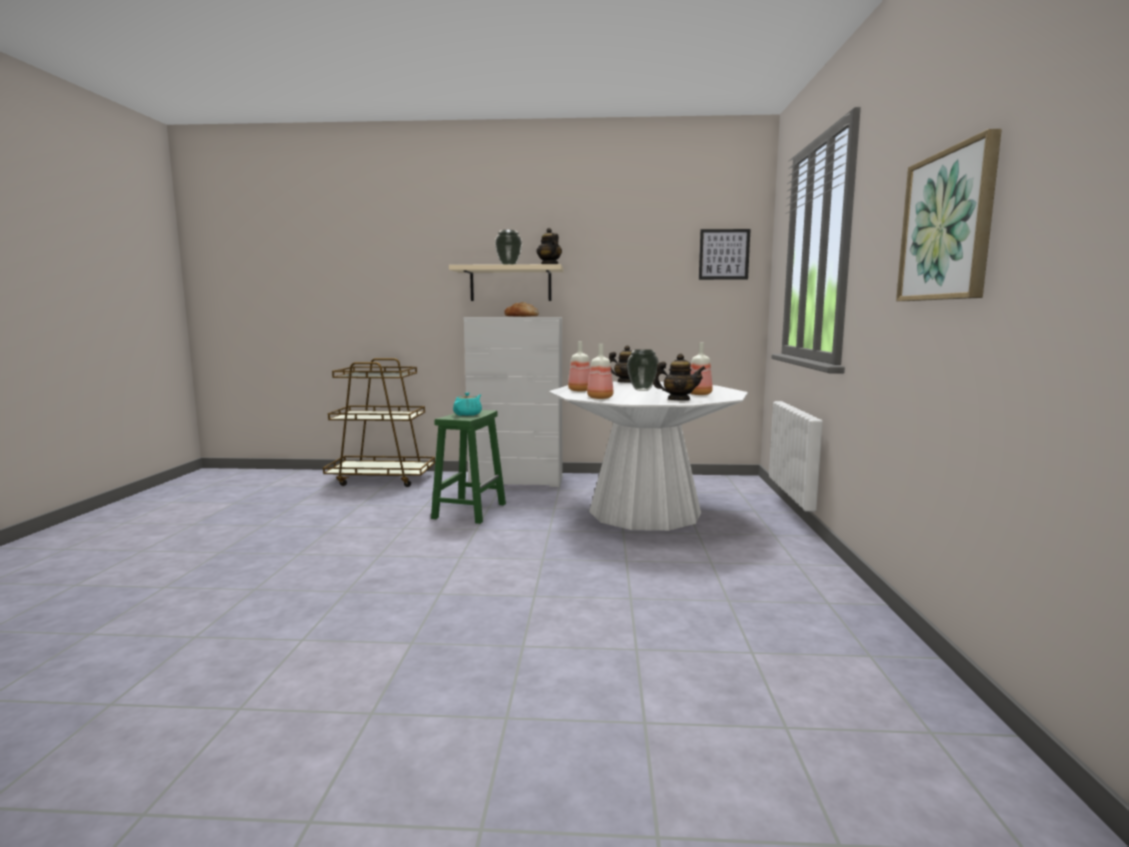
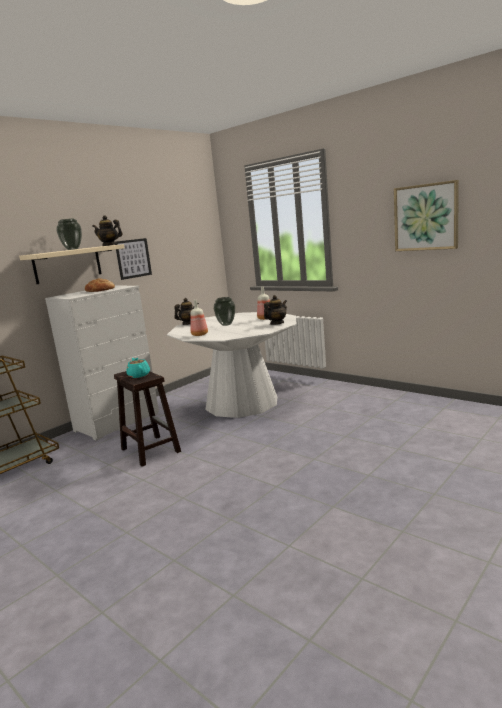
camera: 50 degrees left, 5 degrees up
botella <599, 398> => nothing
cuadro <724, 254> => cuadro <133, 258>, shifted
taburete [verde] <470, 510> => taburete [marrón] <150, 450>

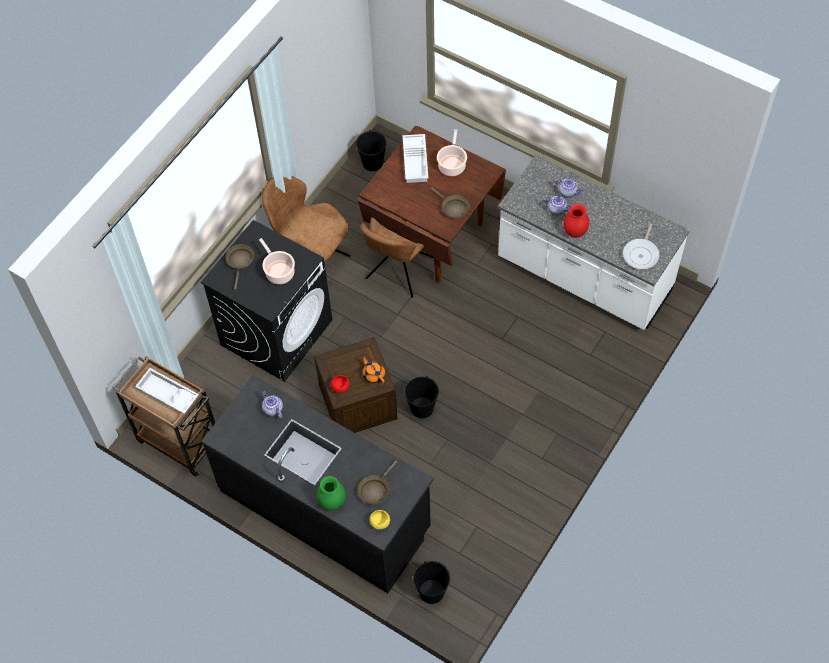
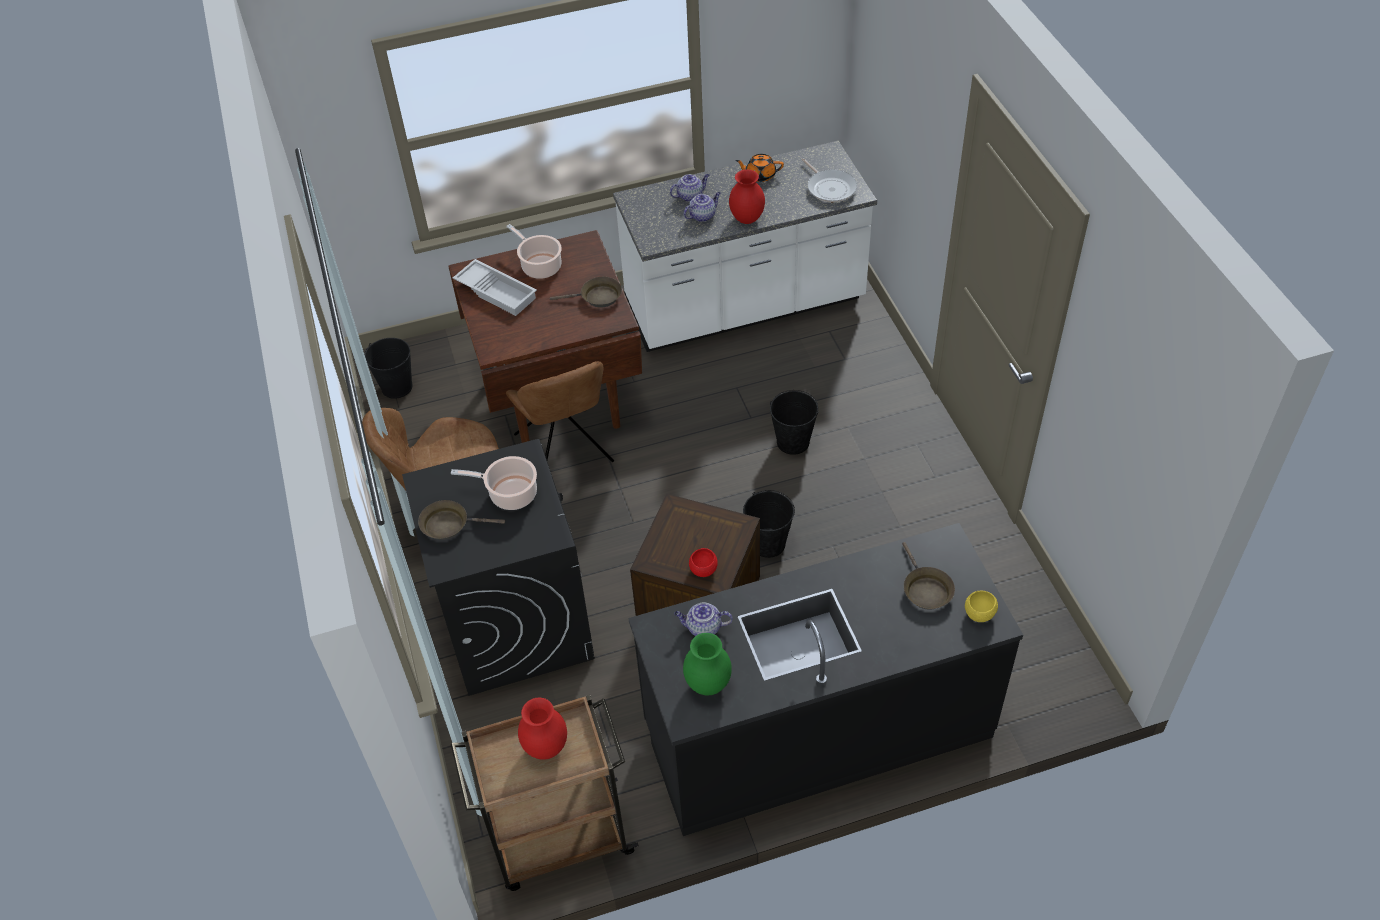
camera: 50 degrees left, 10 degrees down
florero [verde] <332, 502> => florero [verde] <707, 685>, shifted
tetera [naranja] <373, 374> => tetera [naranja] <760, 175>, shifted
cubo [negro] <431, 592> => cubo [negro] <793, 442>, shifted
bandeja [blanco] <167, 394> => florero [rojo] <545, 748>
sartén [marrón] <240, 262> => sartén [marrón] <449, 525>, 45 degrees counterclockwise

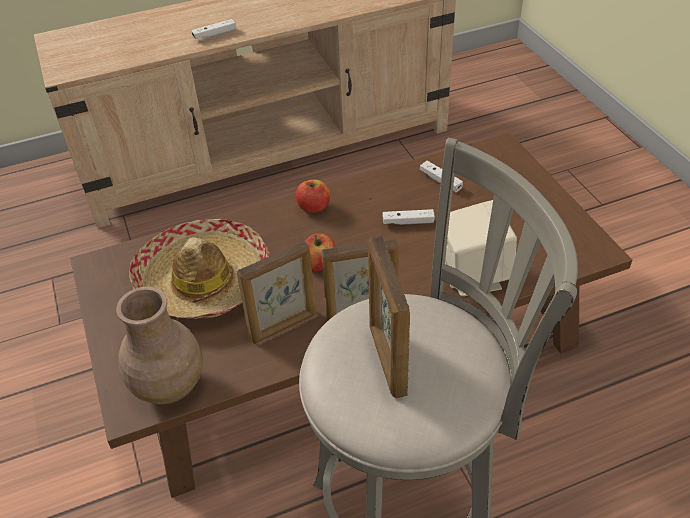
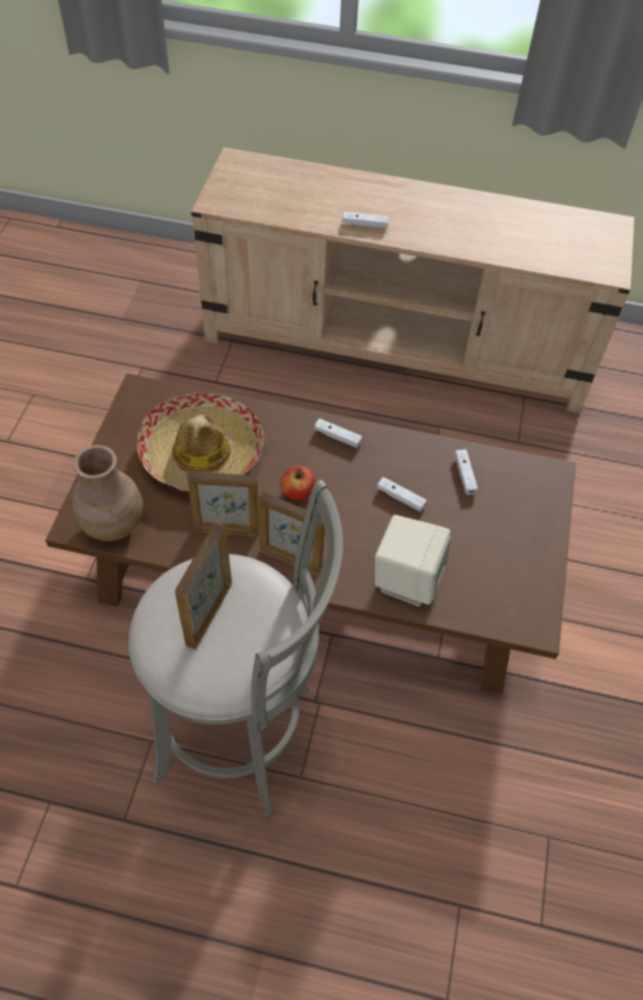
camera: 30 degrees right, 10 degrees up
manzana <314, 207> => mando de consola [blanco] <337, 437>

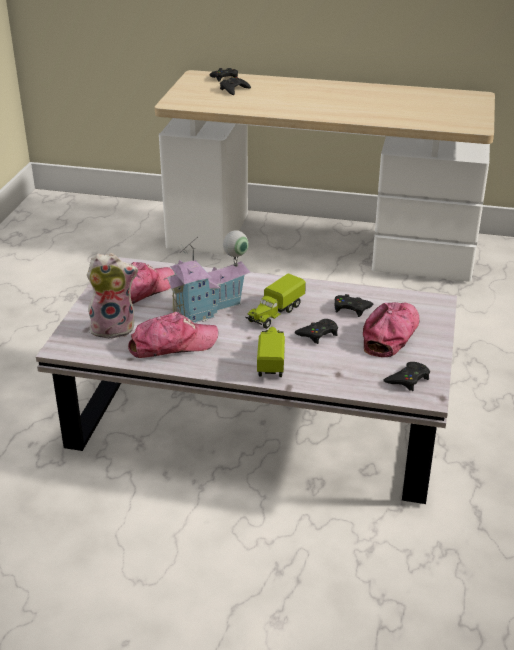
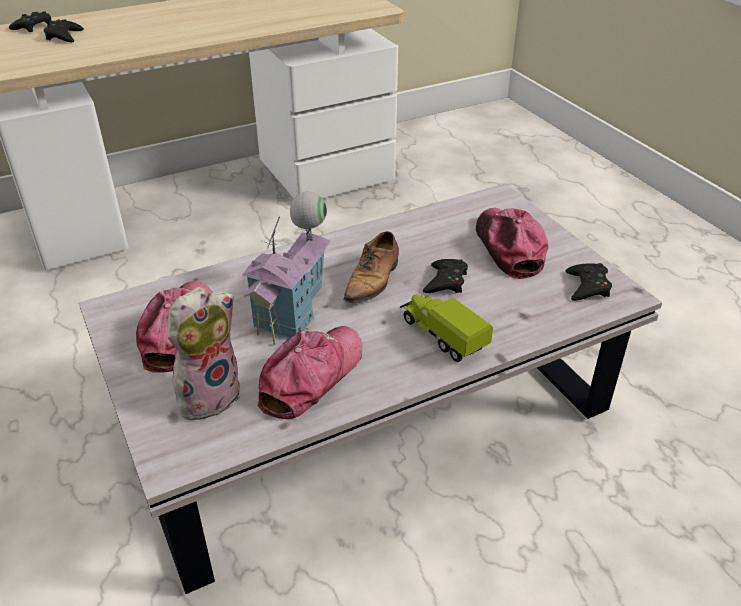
camera: 40 degrees left, 5 degrees up
mando de consola [negro] <351, 308> => nothing
camión de juguete <275, 313> => zapato <373, 280>

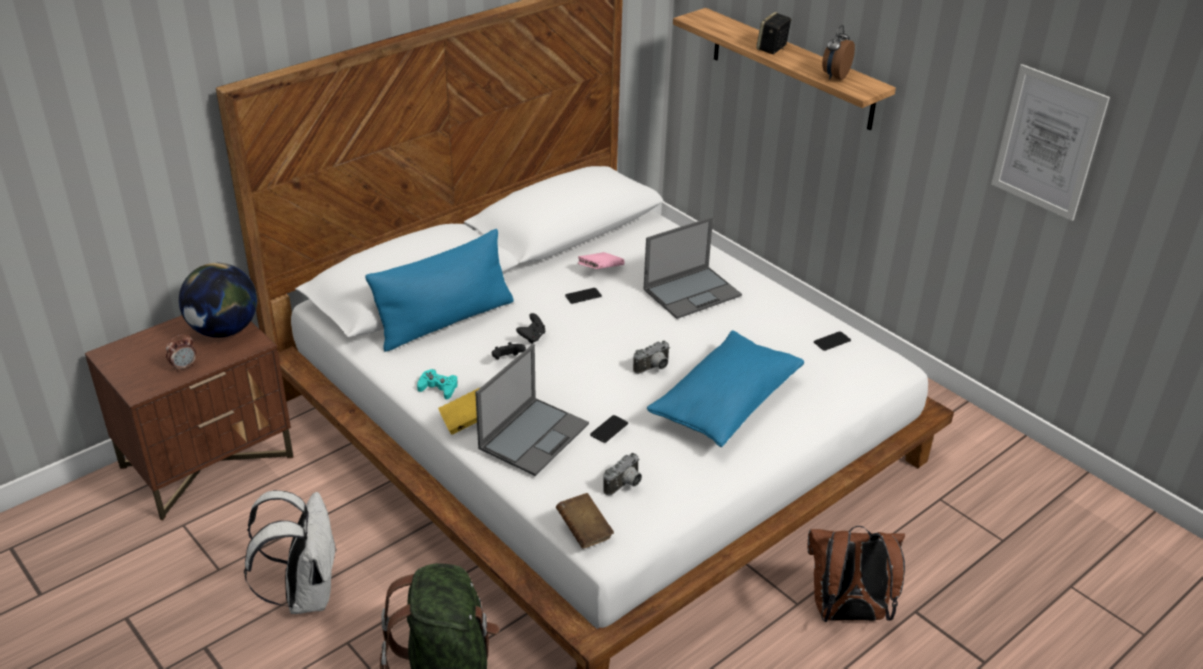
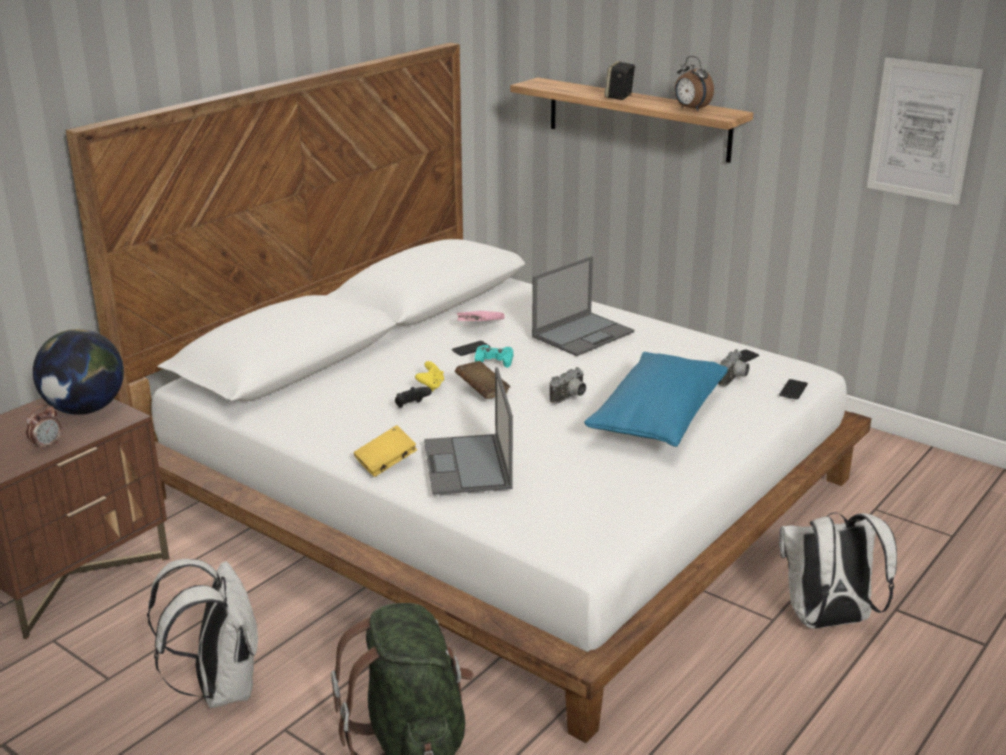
camera: 10 degrees left, 10 degrees down
cojín [azul] <445, 321> => nothing
mando de consola [turquesa] <438, 388> => mando de consola [turquesa] <494, 361>, shifted
libro [marrón] <584, 531> => libro [marrón] <482, 391>, shifted
móvil <609, 429> => móvil <793, 390>, shifted
cámara <625, 485> => cámara <734, 379>, shifted
mando de consola [negro] <532, 337> => mando de consola [amarillo] <431, 386>
mochila [marrón] <846, 614> => mochila [blanco] <827, 621>
portátil <534, 435> => portátil <467, 465>, 150 degrees clockwise
despertador <834, 76> => despertador <690, 109>, 60 degrees counterclockwise

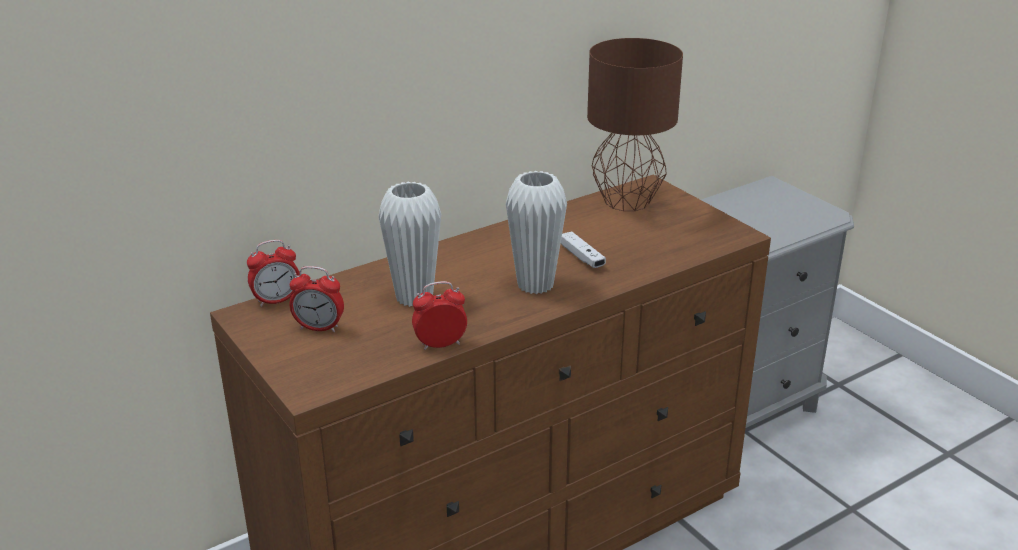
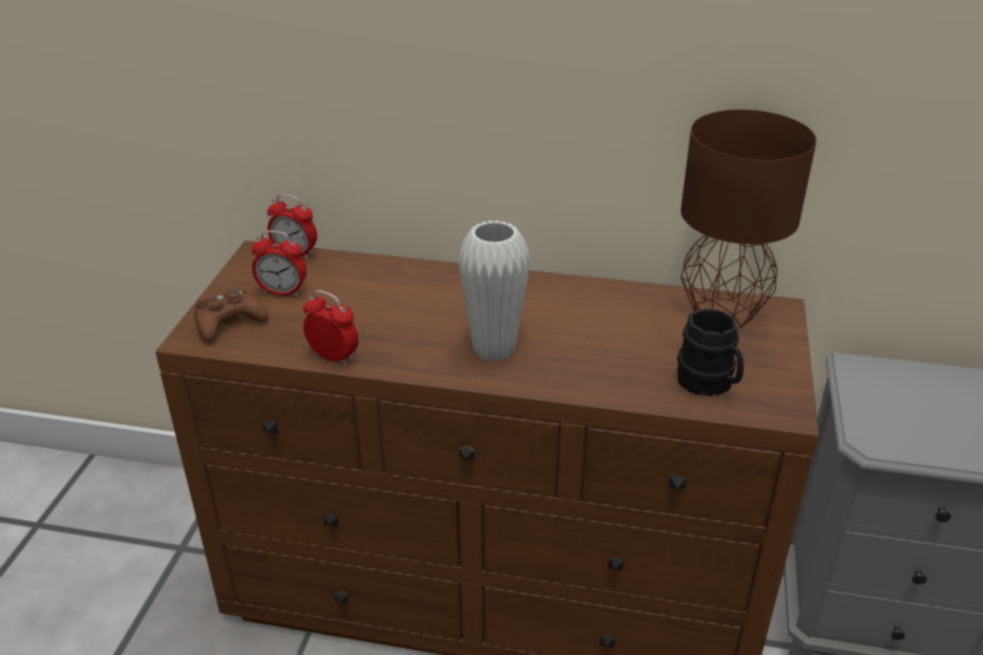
camera: 45 degrees right, 5 degrees up
florero [blanco] <414, 297> => nothing
mando de consola [blanco] <581, 257> => nothing
nothing => mando de consola [marrón] <228, 323>
nothing => taza grande [negro] <709, 384>
despertador <319, 328> => despertador <282, 292>, 45 degrees counterclockwise

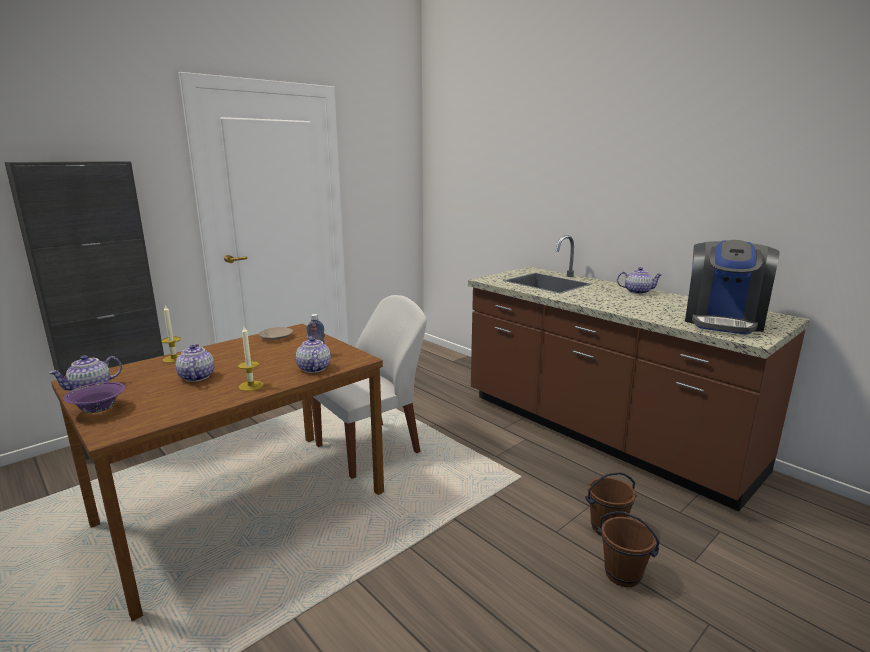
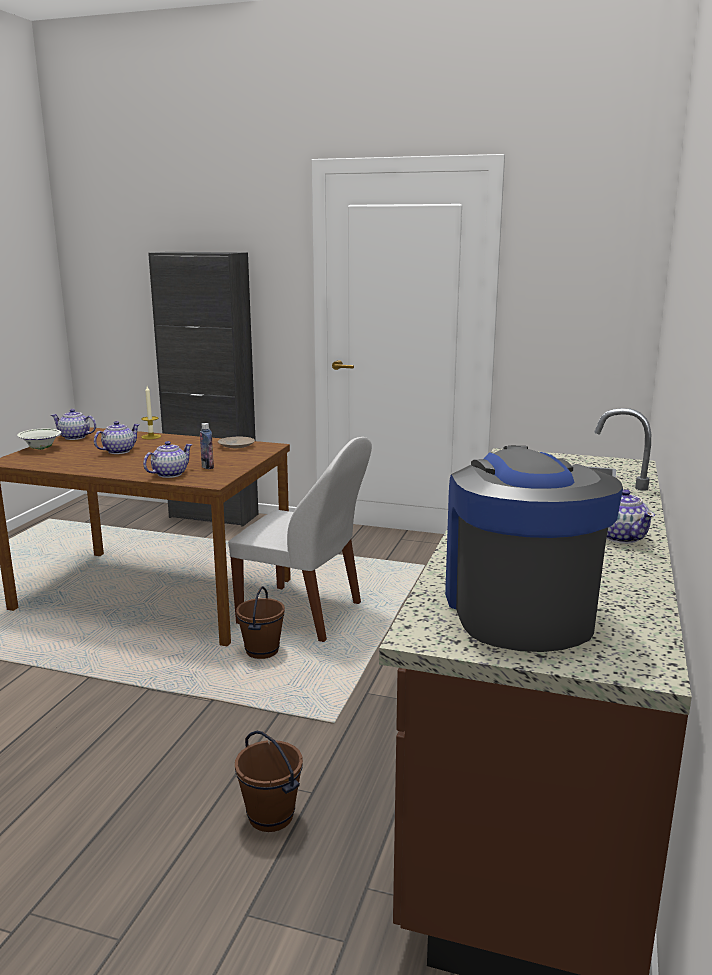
camera: 60 degrees right, 0 degrees up
vela <251, 386> => nothing
cubo [marrón] <622, 575> => cubo [marrón] <261, 651>, shifted
cuenco [morado] <98, 410> => cuenco [blanco] <41, 448>
cafetera <723, 321> => cafetera <518, 609>, 90 degrees clockwise

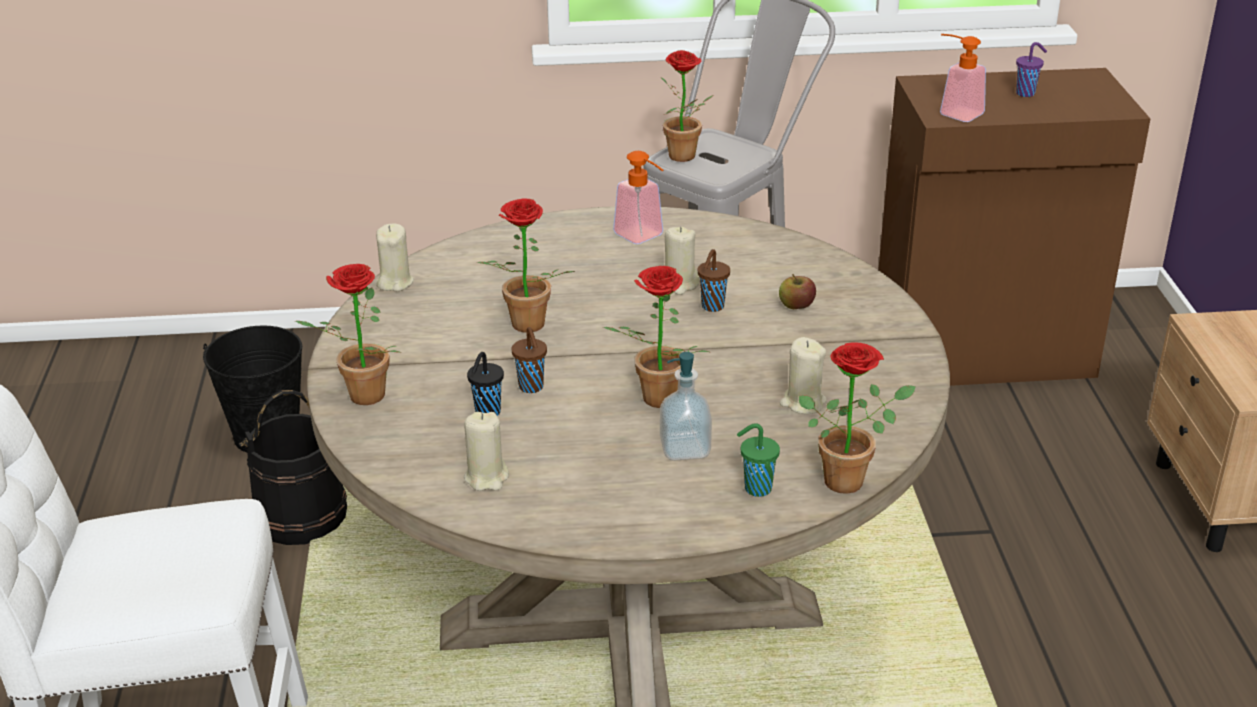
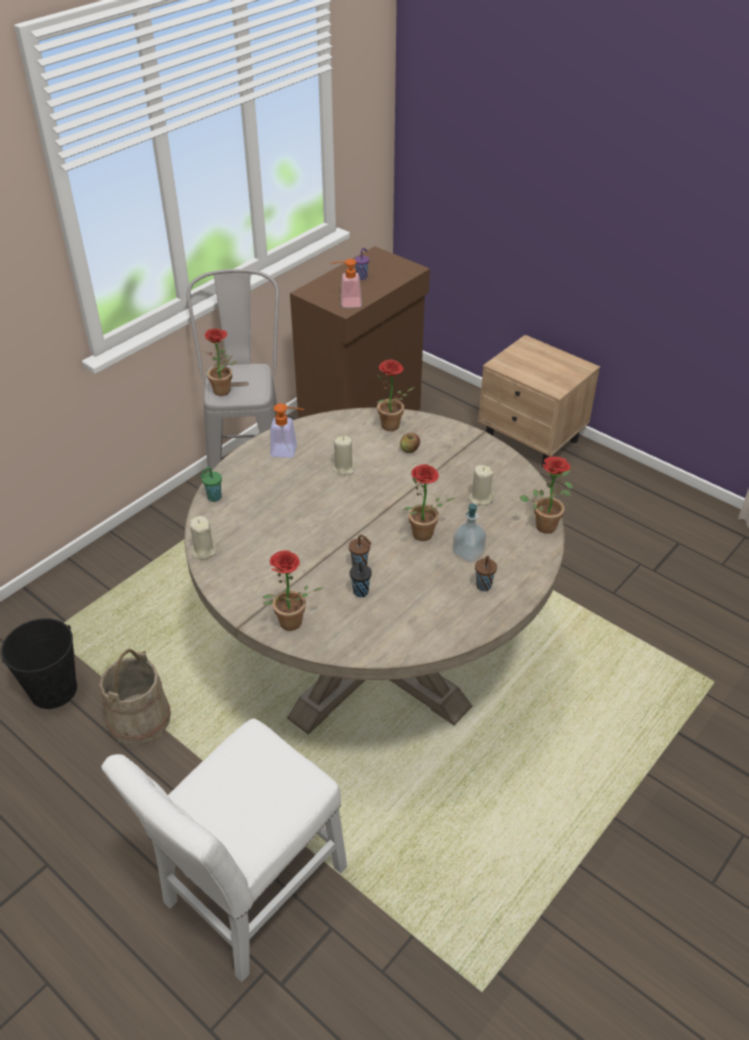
camera: 45 degrees left, 10 degrees up
vela [beis] <487, 477> => nothing
planta en maceta <524, 327> => planta en maceta <391, 428>, shifted
taza [marrón] <712, 307> => taza [marrón] <484, 587>, shifted
taza [verde] <756, 488> => taza [verde] <213, 498>, shifted
cubo [negro] <301, 516> => cubo [beis] <140, 720>

